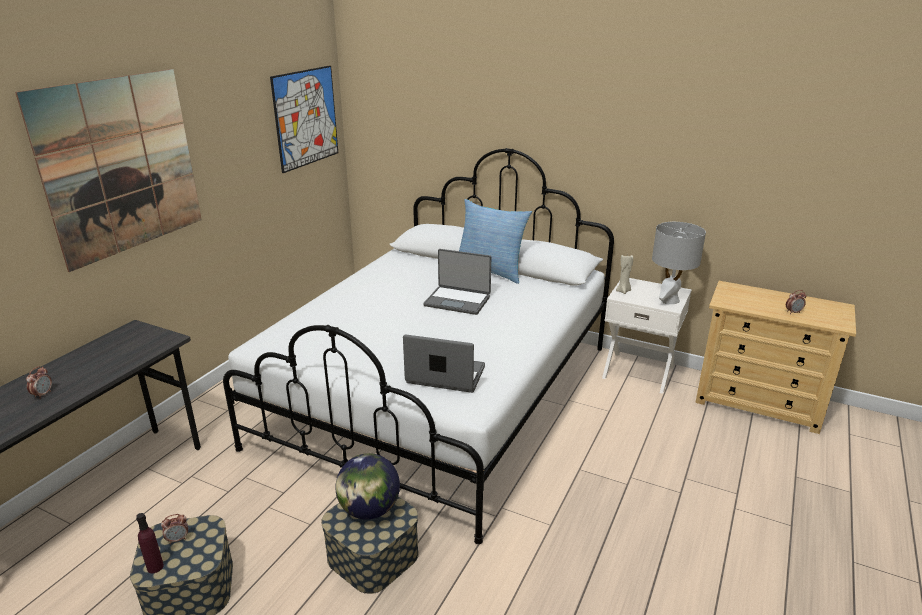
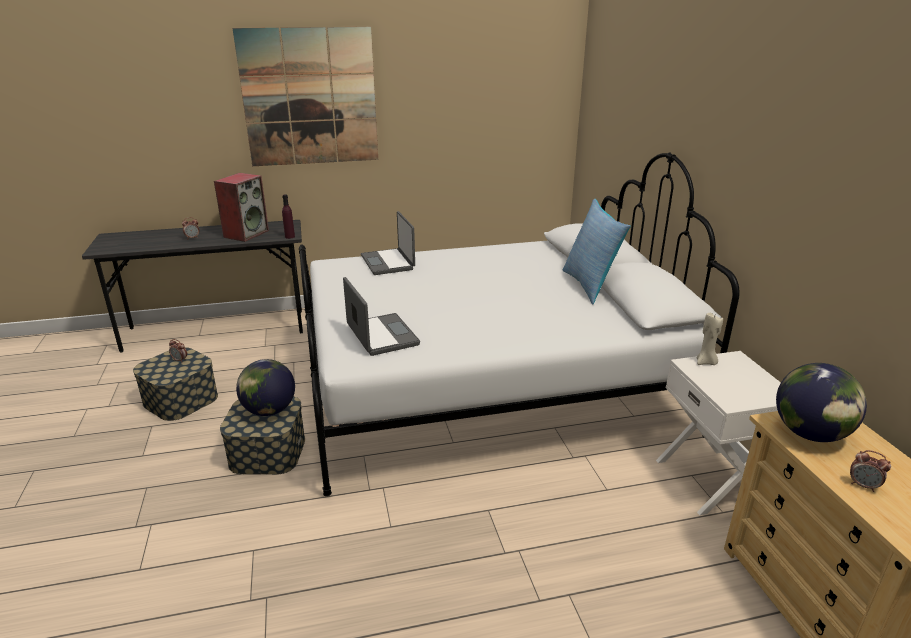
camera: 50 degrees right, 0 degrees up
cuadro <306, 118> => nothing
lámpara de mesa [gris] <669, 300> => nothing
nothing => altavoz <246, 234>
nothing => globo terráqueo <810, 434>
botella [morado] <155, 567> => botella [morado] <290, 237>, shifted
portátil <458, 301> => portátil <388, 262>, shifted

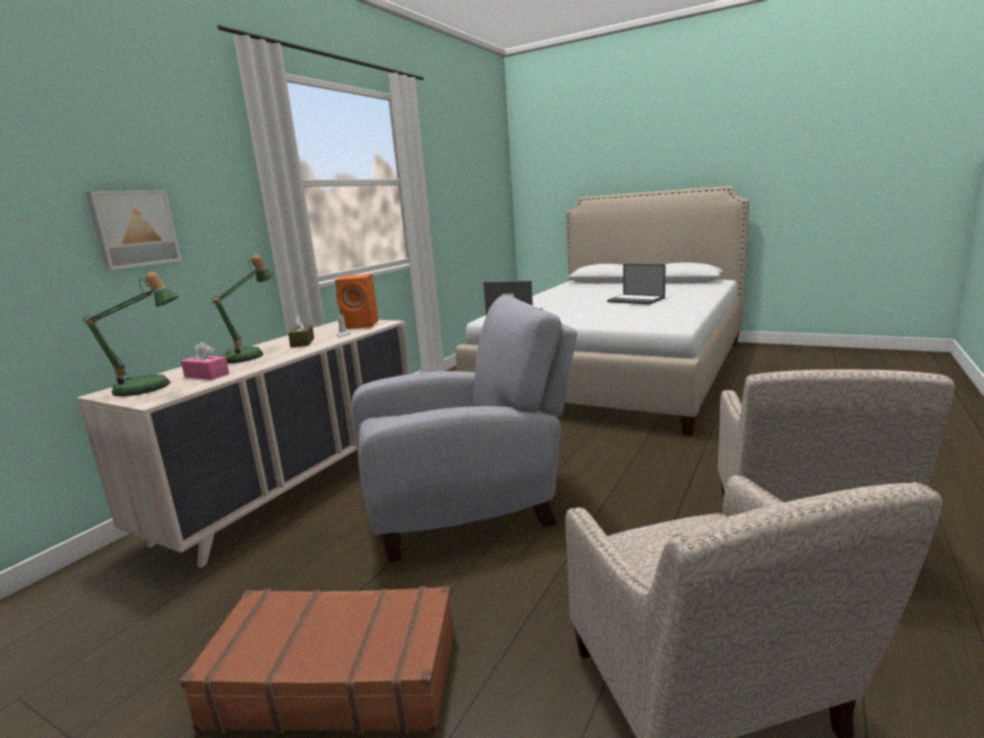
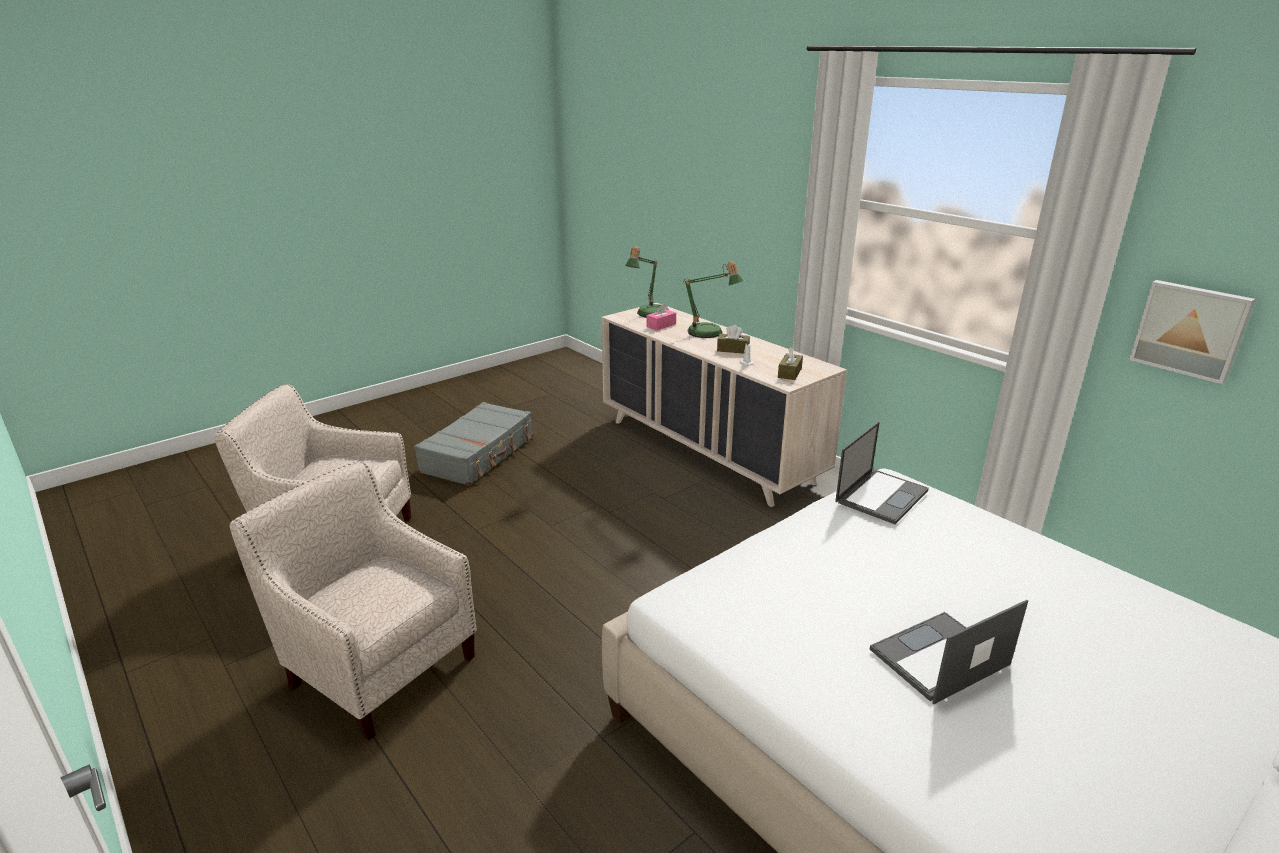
camera: 110 degrees right, 10 degrees up
sillón [gris] <467, 506> => nothing
cuadro <134, 228> => cuadro <1190, 330>, shifted
altavoz [naranja] <362, 325> => caja de pañuelos [marrón] <789, 373>
maleta [marrón] <335, 677> => maleta [gris] <479, 454>

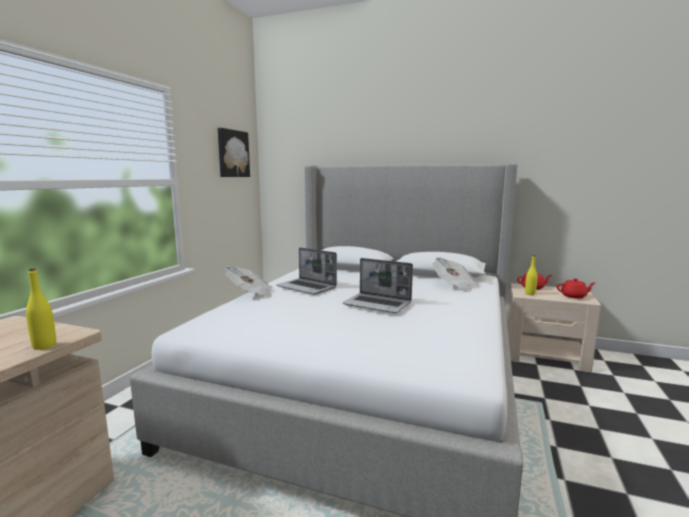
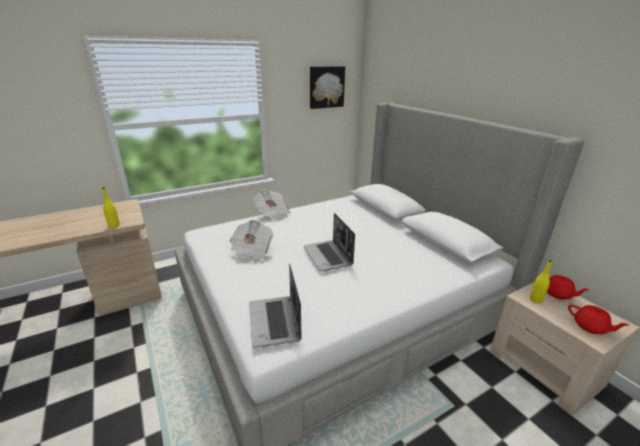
camera: 40 degrees right, 15 degrees up
portátil <307, 287> => portátil <275, 322>, shifted
periódico <454, 286> => periódico <251, 252>, shifted

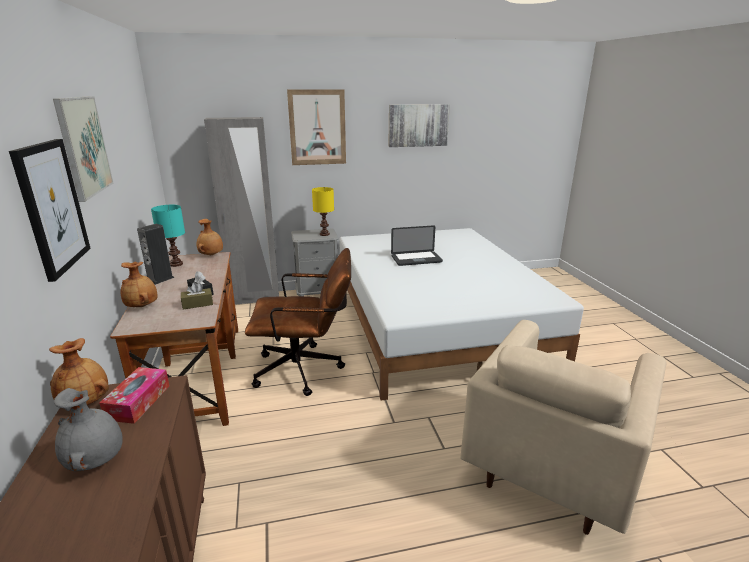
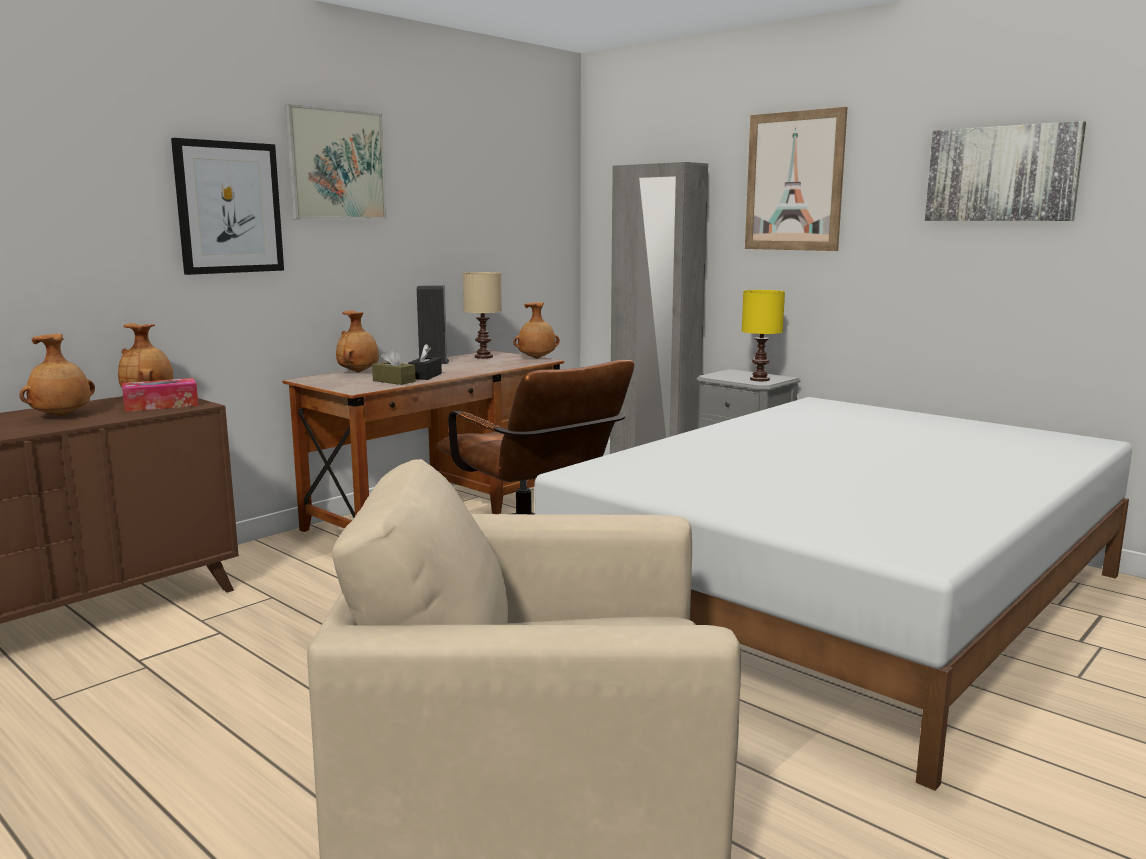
camera: 55 degrees right, 10 degrees down
portátil <416, 259> => nothing
florero [gris] <96, 461> => florero [marrón] <62, 416>
lámpara de mesa [turquesa] <176, 264> => lámpara de mesa [beis] <484, 357>

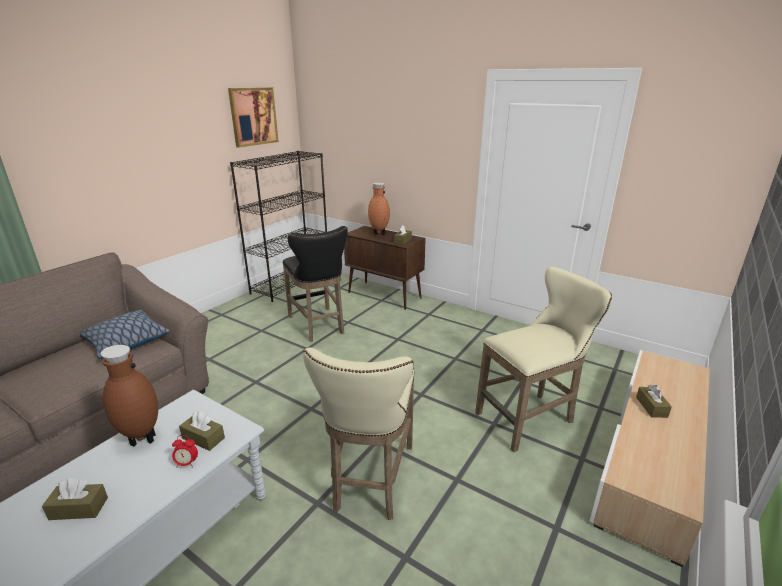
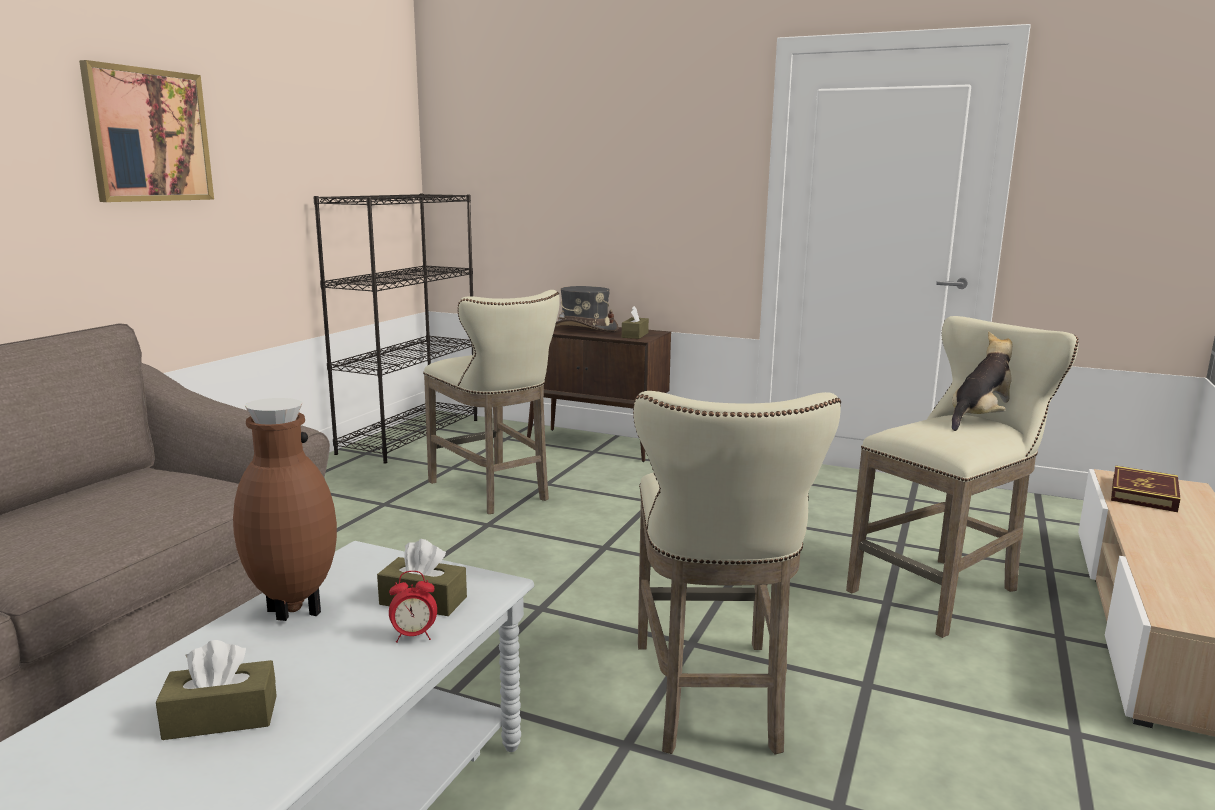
camera: 10 degrees left, 10 degrees down
cojín <125, 342> => nothing
caja de pañuelos [marrón] <651, 407> => nothing
nothing => peluche <979, 419>
nothing => libro <1143, 494>
cuadro <253, 116> => cuadro <149, 135>, shifted
florero [marrón] <378, 233> => sombrero [gris] <584, 329>
taburete [negro] <318, 326> => taburete [beis] <493, 492>

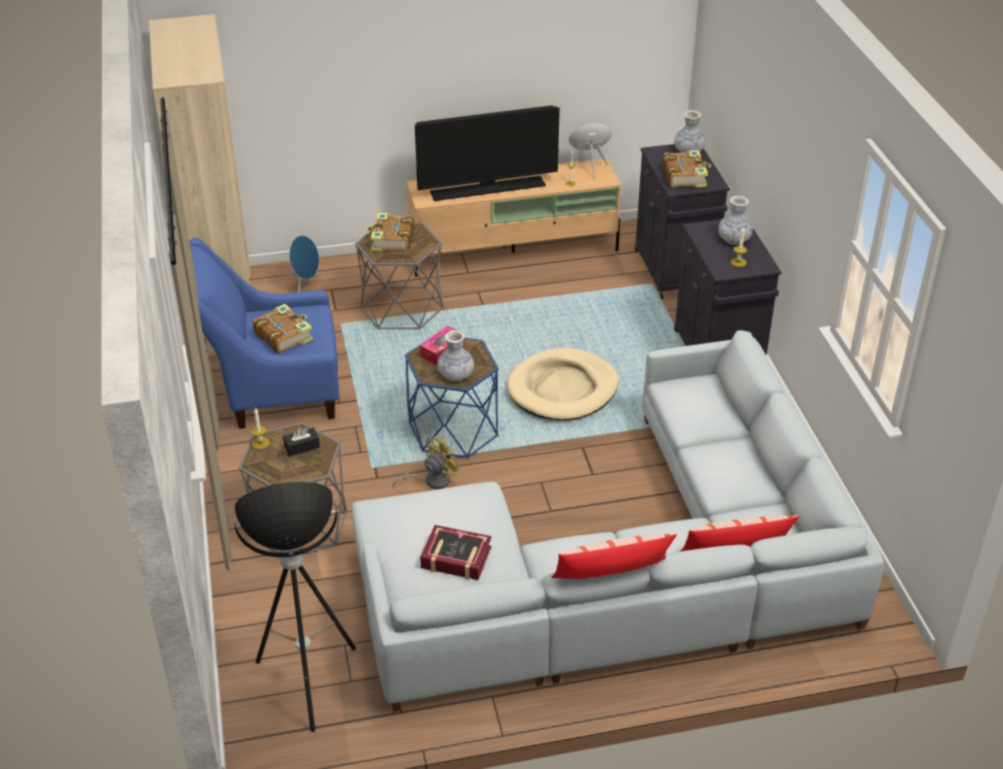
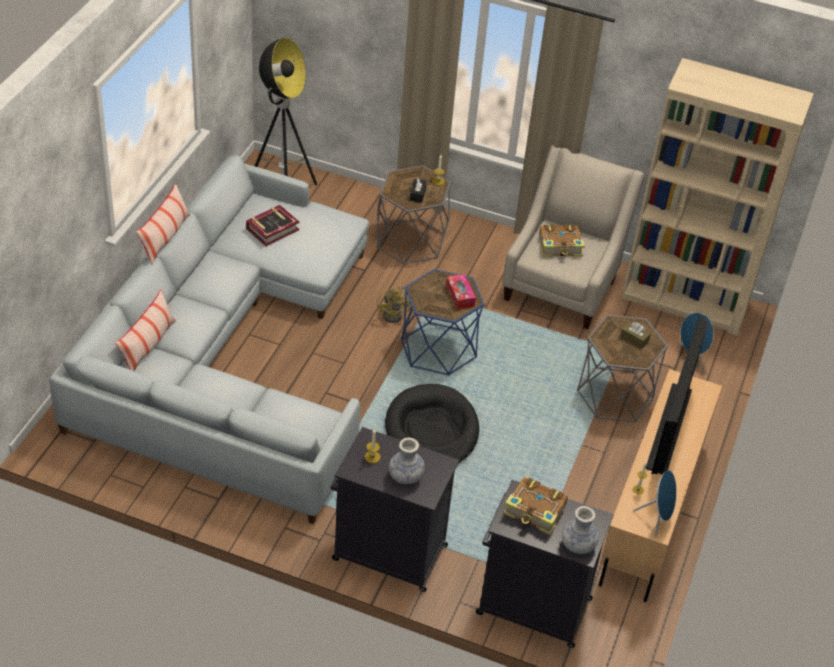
camera: 120 degrees right, 5 degrees up
florero <456, 375> => nothing
libro <392, 240> => caja de pañuelos [marrón] <634, 339>
sillón [azul] <273, 390> => sillón [beis] <562, 285>
cama para perro [beis] <562, 389> => cama para perro [negro] <431, 430>

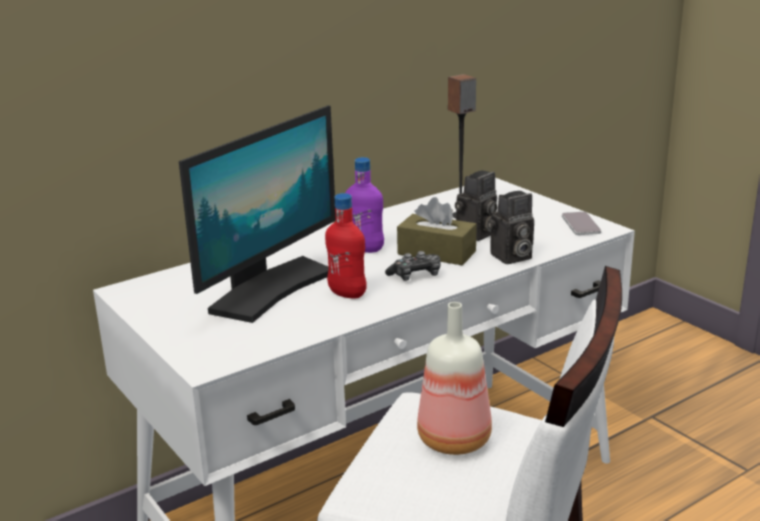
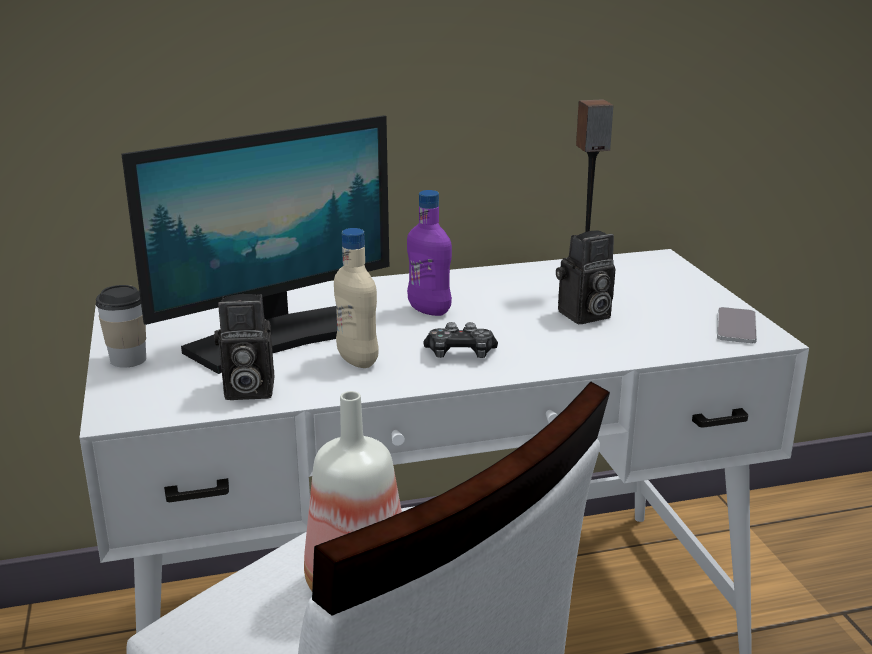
camera: 20 degrees right, 0 degrees up
caja de pañuelos [marrón] <436, 253> => nothing
nothing => taza <128, 359>
cámara <510, 257> => cámara <246, 391>, shifted
botella [rojo] <347, 294> => botella [beis] <357, 360>

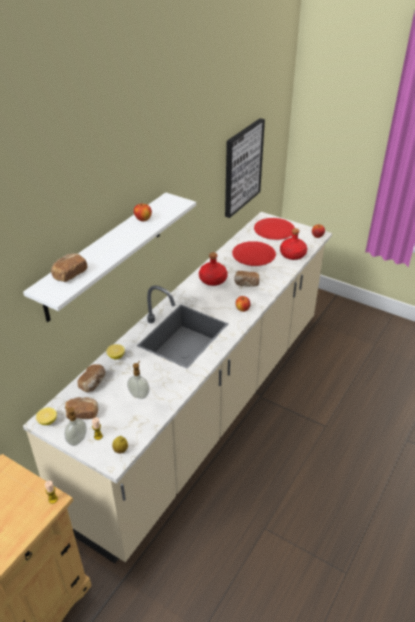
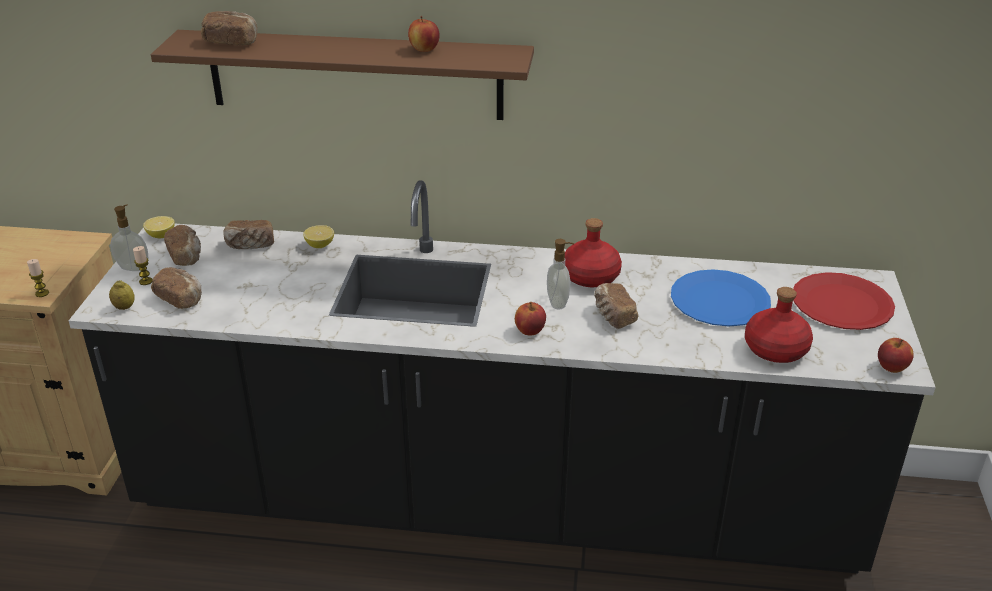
camera: 65 degrees right, 5 degrees down
cuadro <242, 167> => nothing
nothing => pan <180, 298>
dispensador de jabón <139, 395> => dispensador de jabón <558, 303>, shifted
estante [blanco] <105, 255> => estante [marrón] <355, 75>
mueble bajo de cocina [beis] <207, 409> => mueble bajo de cocina [negro] <495, 504>
plato [rojo] <254, 255> => plato [azul] <720, 301>

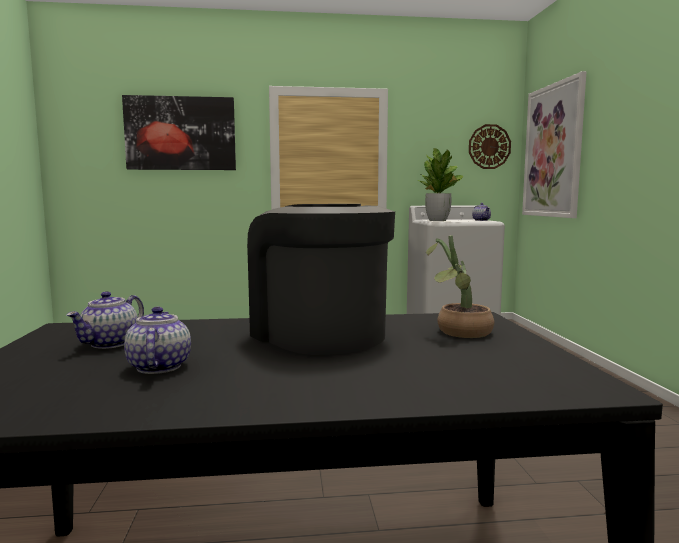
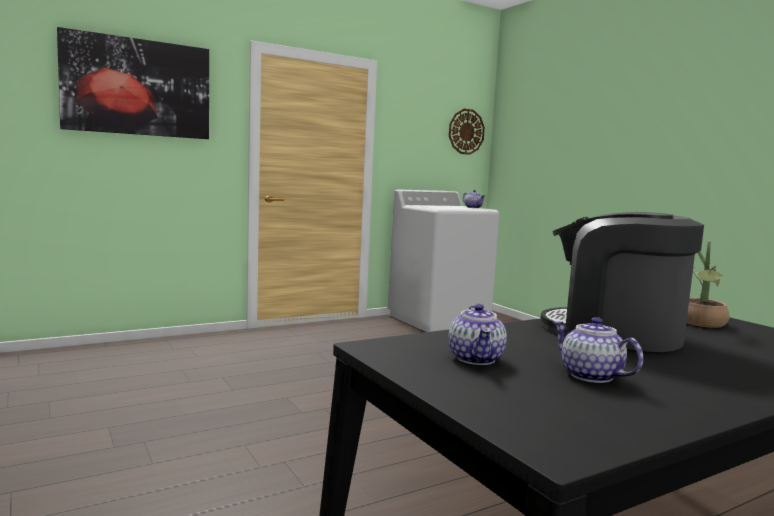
camera: 25 degrees left, 0 degrees up
planta en maceta <438, 220> => nothing
cuadro <553, 151> => nothing

